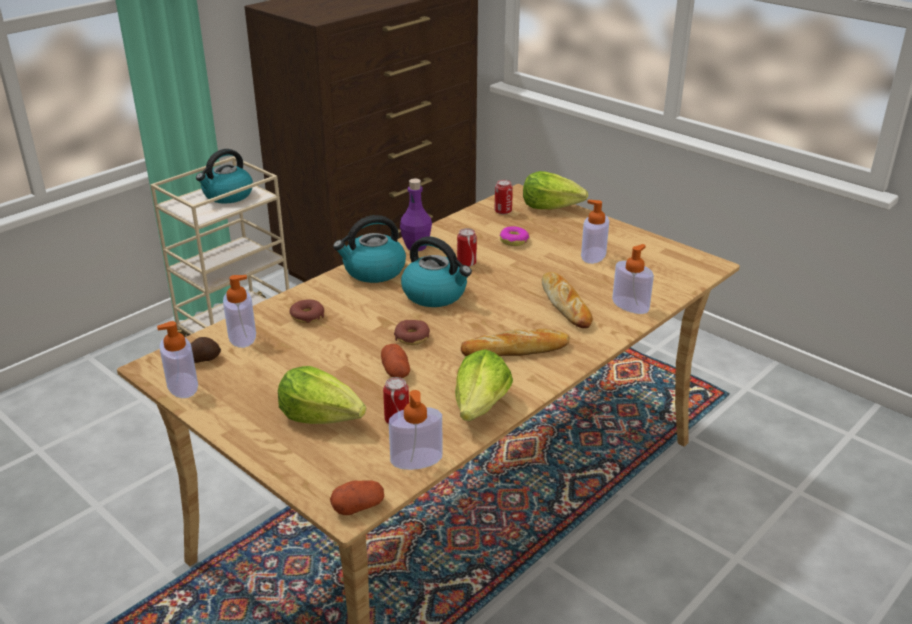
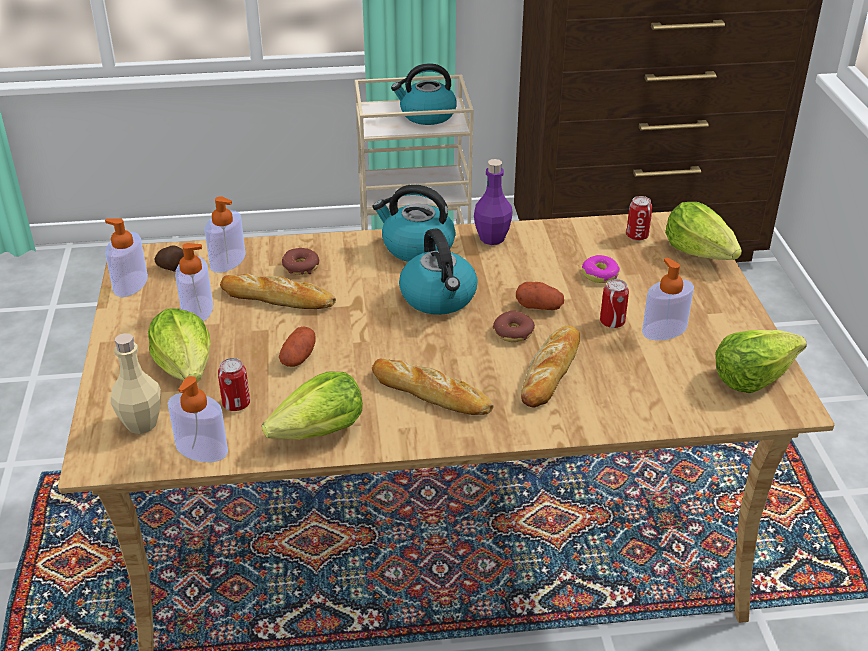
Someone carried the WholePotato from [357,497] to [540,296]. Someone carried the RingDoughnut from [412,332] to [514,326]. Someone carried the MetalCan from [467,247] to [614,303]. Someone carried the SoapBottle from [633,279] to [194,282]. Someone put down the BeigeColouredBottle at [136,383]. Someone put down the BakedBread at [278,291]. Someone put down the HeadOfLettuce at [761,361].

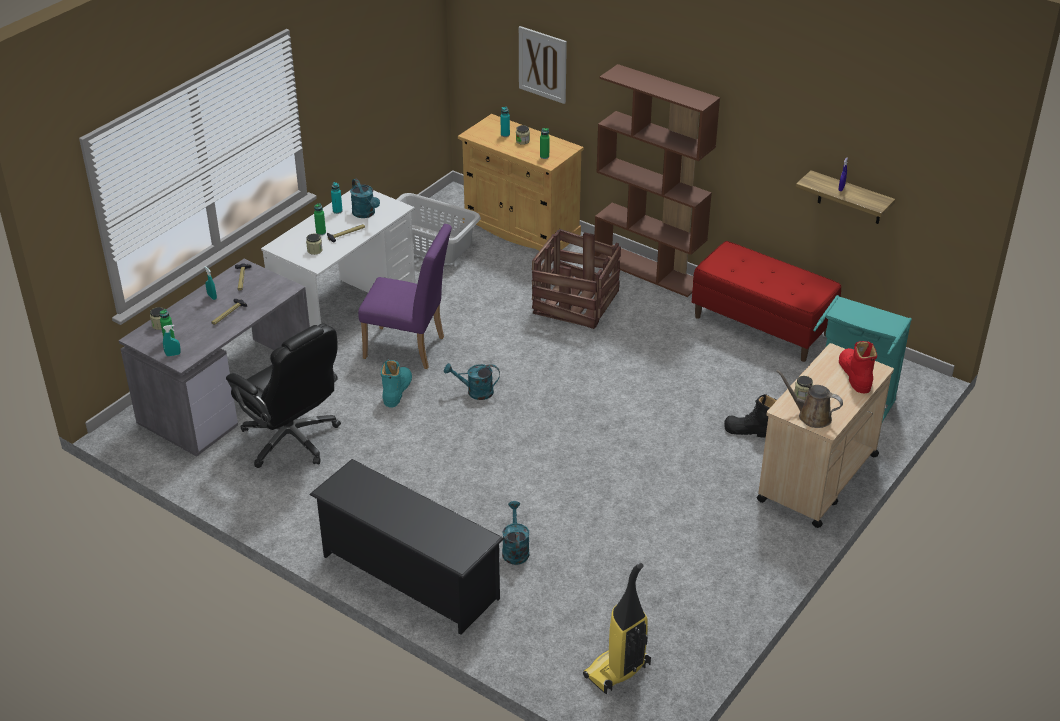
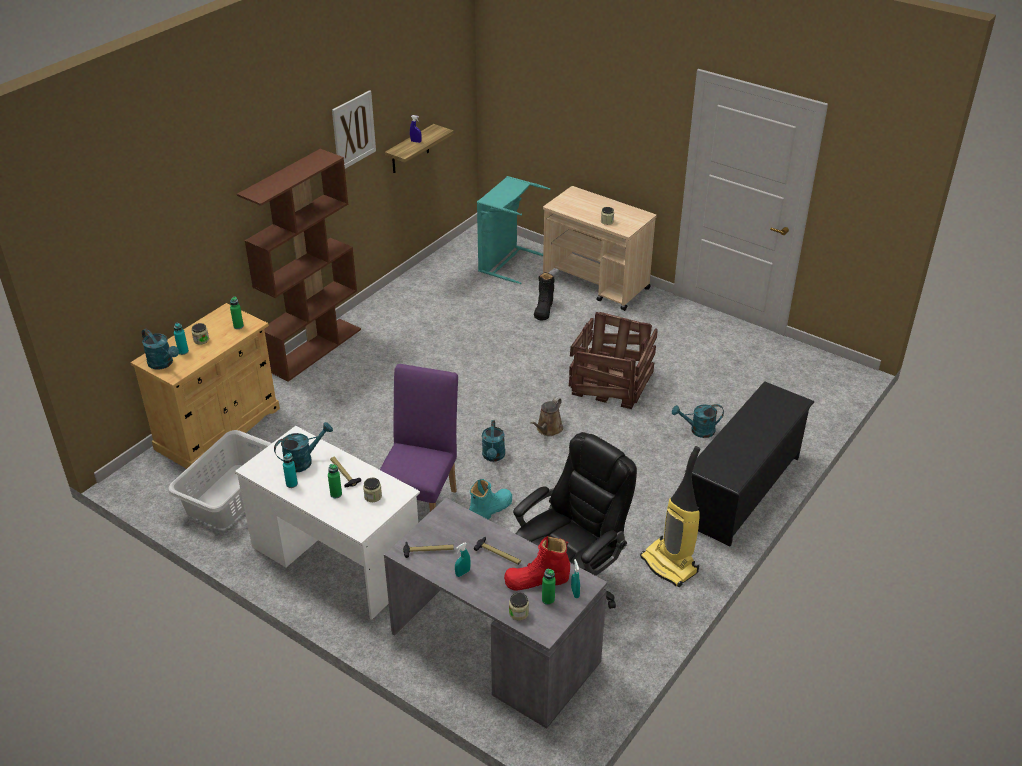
Someone rotated the BlueGreenTallBoot at [396,384] by 120 degrees clockwise. Someone carried the Picture from [543,65] to [354,129]. Someone carried the PackingCrate from [576,279] to [613,360]. Someone carried the Hoover from [617,628] to [670,516]. Someone took away the ReddishIndoorBench at [766,301]. Someone carried the BrownColouredWateringPot from [809,399] to [546,416]. Someone carried the ReddishTallBoot from [858,367] to [537,563]. Someone put down the BlueGreenWateringPot at [160,349].

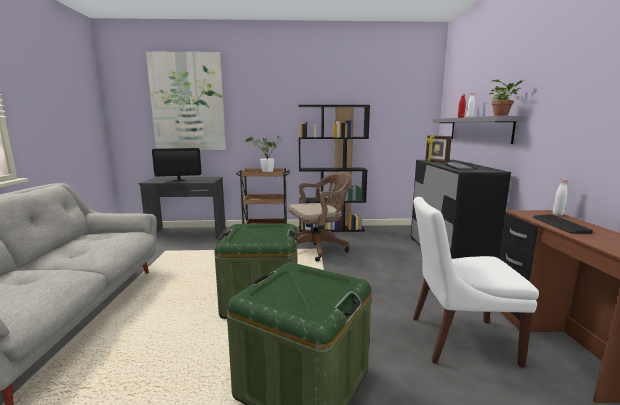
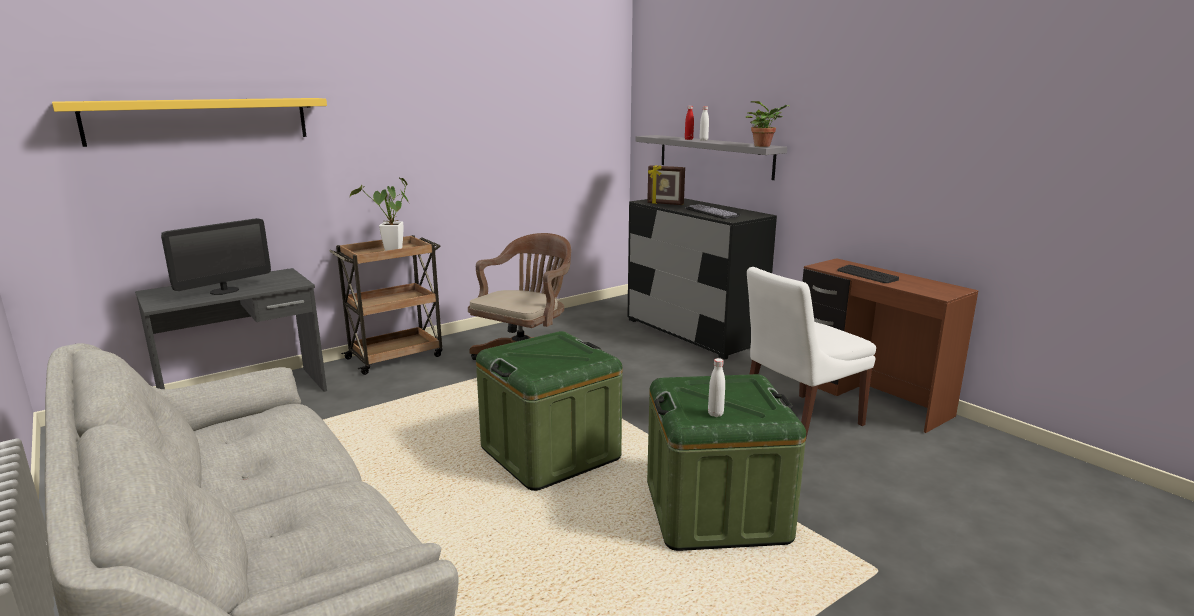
Someone swapped the Picture at [186,100] for the YellowishWallShelf at [189,122]. Someone took away the BlackishBookshelf at [334,168]. Someone carried the WhiteBottle from [560,197] to [716,387].

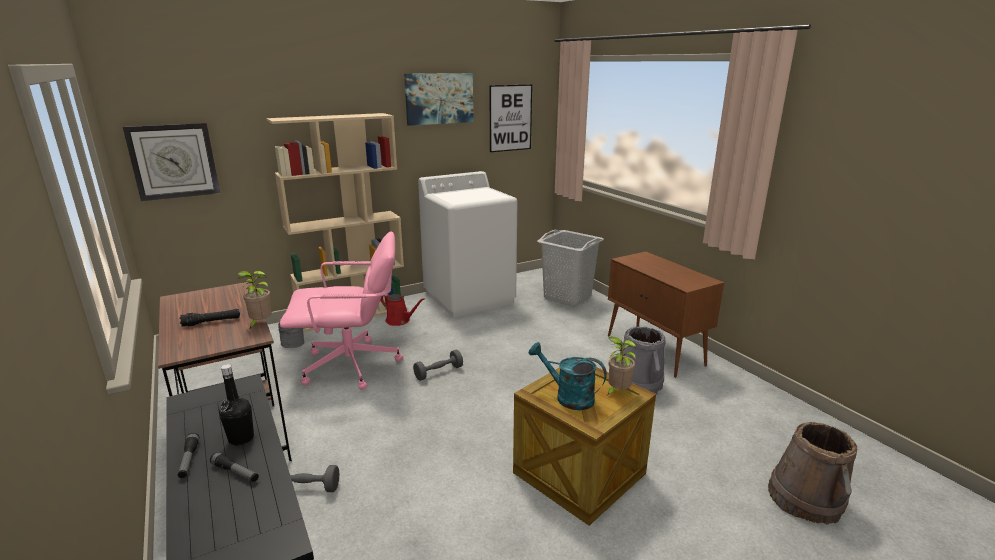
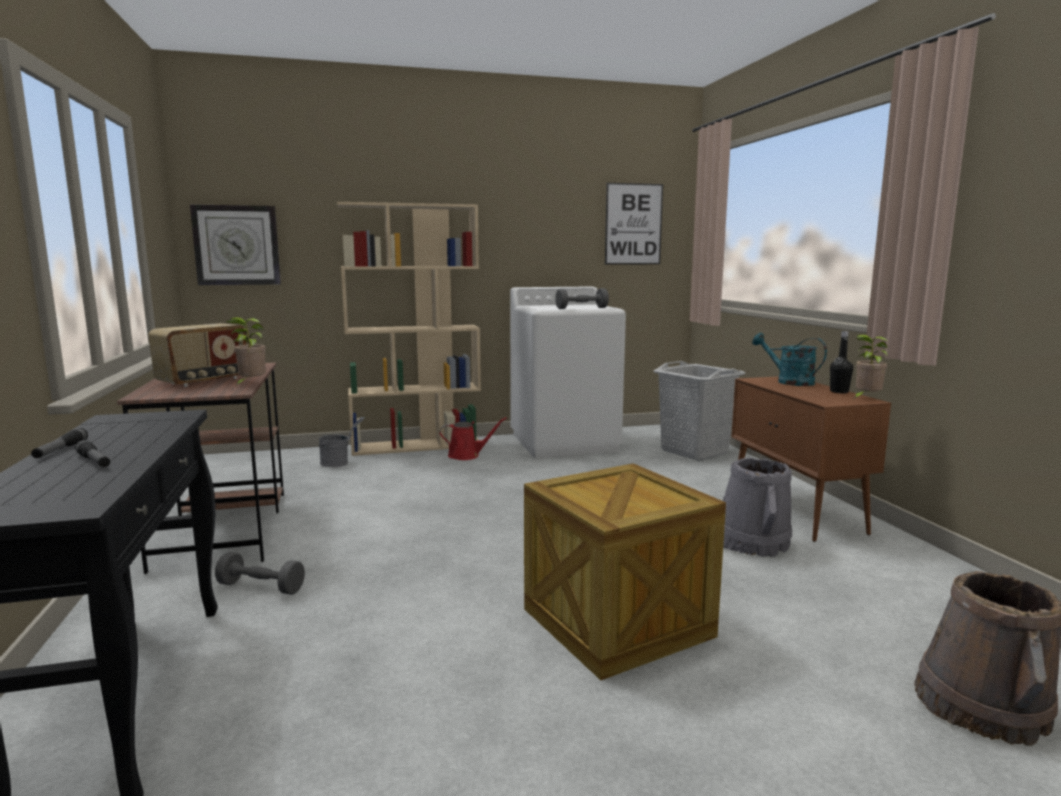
Someone swapped the BlackishTorch at [209,317] for the RadioSet at [197,355]. Someone carried the BlackishBottle from [236,404] to [841,362]. Someone took away the PinkColouredOfficeChair at [341,310]. Someone rotated the ReddishWateringPot at [402,310] by 45 degrees counterclockwise. Someone took away the Picture at [439,99]. Someone carried the GreyFreeWeight from [438,365] to [582,298]. Someone carried the BlueGreenWateringPot from [568,376] to [789,359]. Someone carried the Houseplant from [621,366] to [871,367].

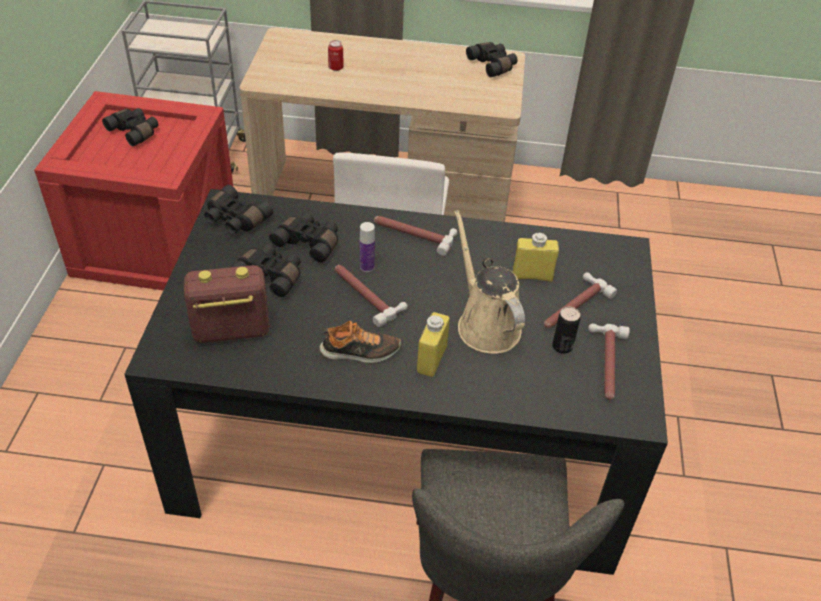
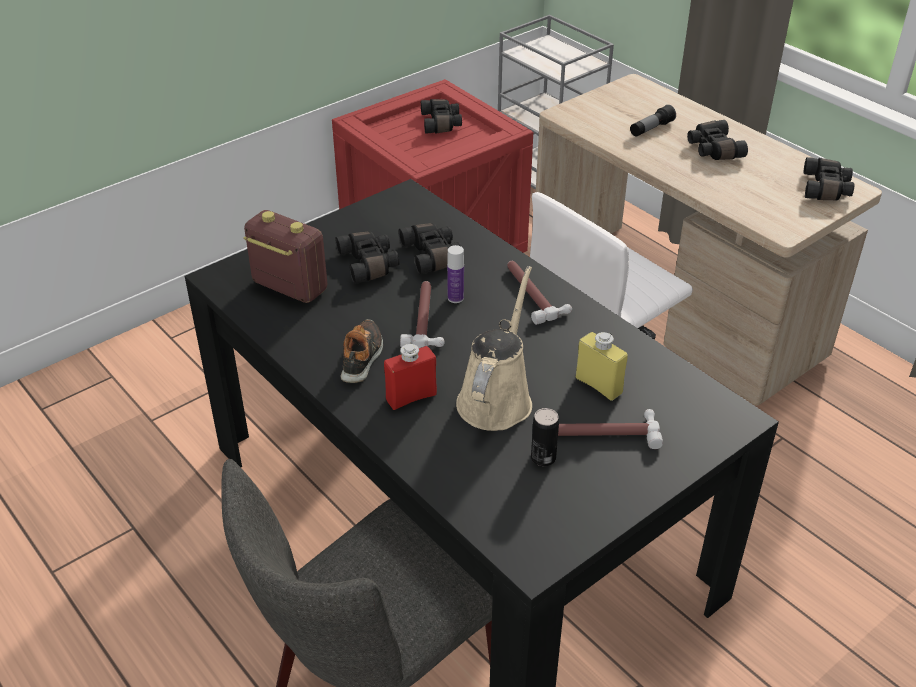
Someone carried the BlackishFieldGlasses from [238,209] to [717,140]. Someone rotated the ItemOfFootwear at [360,342] by 120 degrees counterclockwise. Someone swapped the MetalCan at [336,55] for the Torch at [653,121]. Someone repainted the YellowishBottle at [433,344], which became the ReddishBottle at [410,377]. Someone took away the Hammer at [609,362].

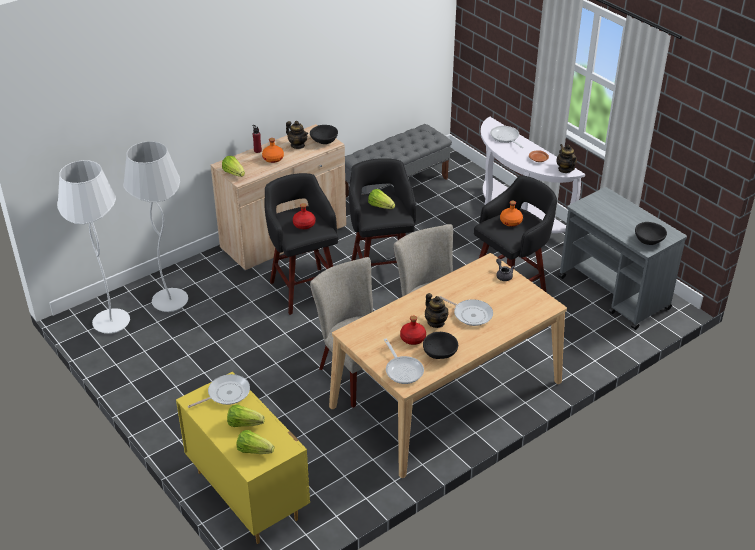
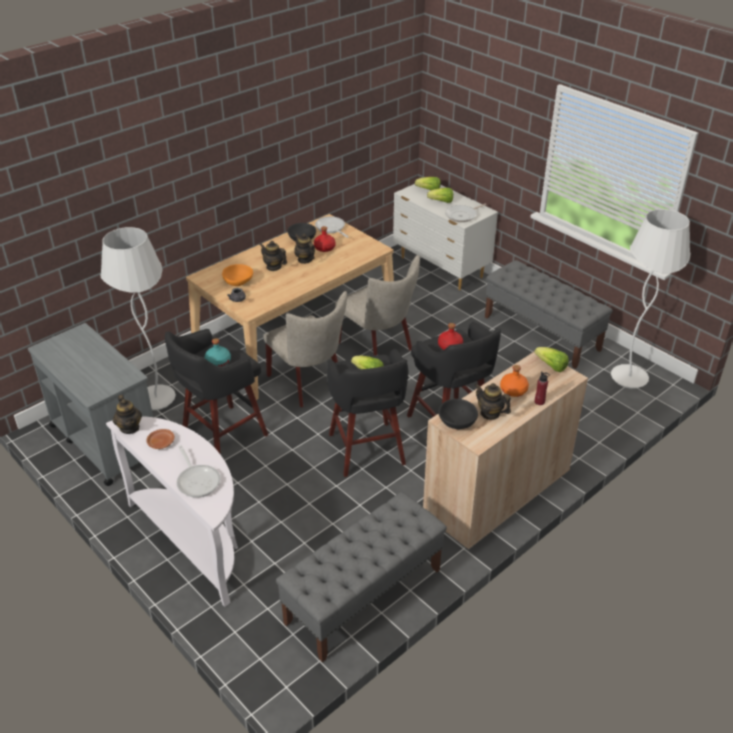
Someone carried the WhiteStandardLamp from [155,226] to [138,318]. Someone repainted the YellowishDresser at [243,458], which became the WhiteDresser at [445,237]. Someone swapped the FryingPan at [466,311] for the PotForTea at [273,256]. Someone repainted the OrangeyBottle at [511,214], which became the BlueGreenBottle at [217,352]. Someone took away the BlackishServingBowl at [651,233]. Someone put down the OrangeyServingBowl at [237,275]. Someone put down the GreyIndoorBench at [549,314].

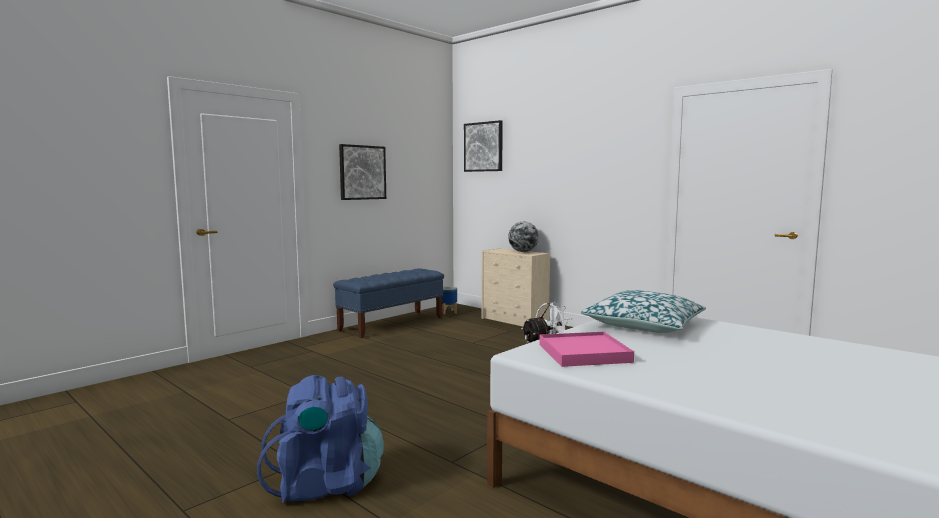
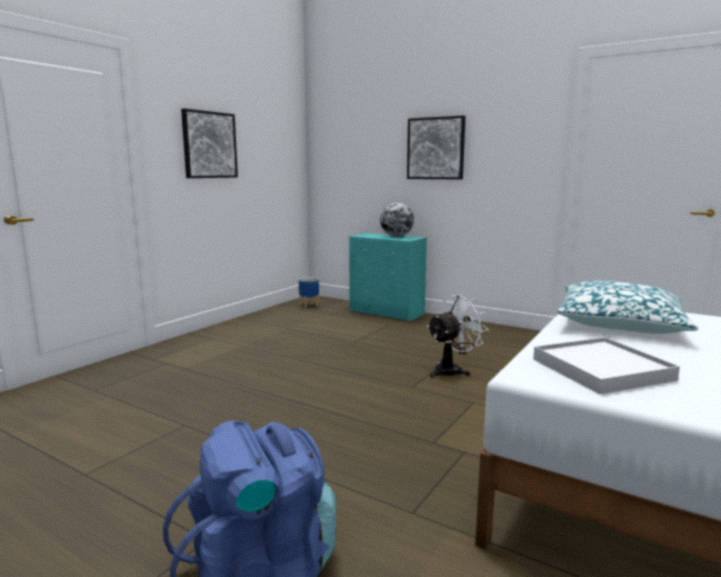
Someone took away the BluishIndoorBench at [388,303]. Someone carried the Picture from [483,146] to [436,147]. Someone repainted the BeigeColouredDresser at [515,287], which became the BlueGreenDresser at [388,277]. Someone repainted the PinkColouredCarryingTray at [586,349], which became the WhiteCarryingTray at [606,365].

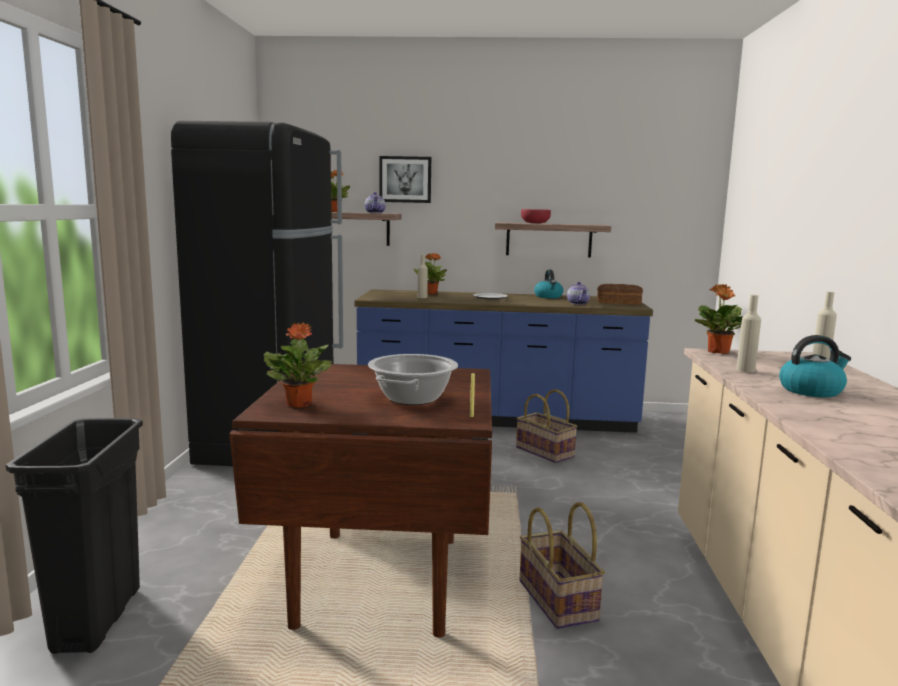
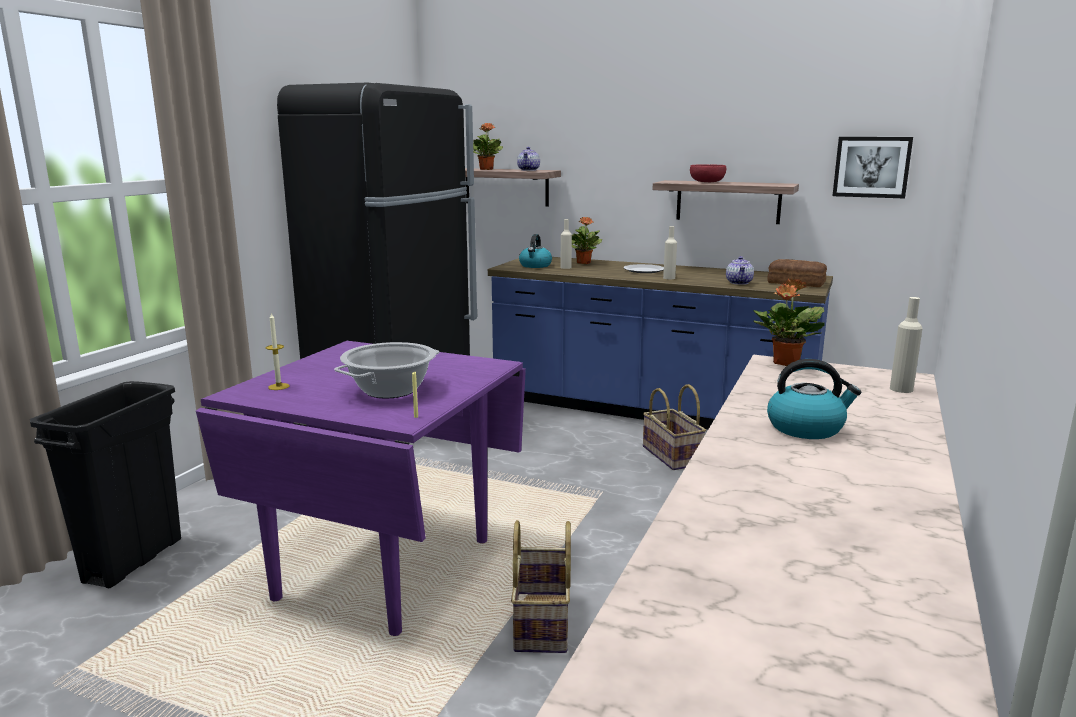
Someone repainted the BrownColouredDiningTable at [360,500], which became the PurpleColouredDiningTable at [361,488]. Someone swapped the Houseplant at [298,365] for the WaxCandle at [278,351]. Someone carried the Picture from [405,179] to [872,167]. Someone carried the WaterKettle from [548,283] to [535,251]. Someone carried the BeigeColouredBottle from [748,334] to [670,252].

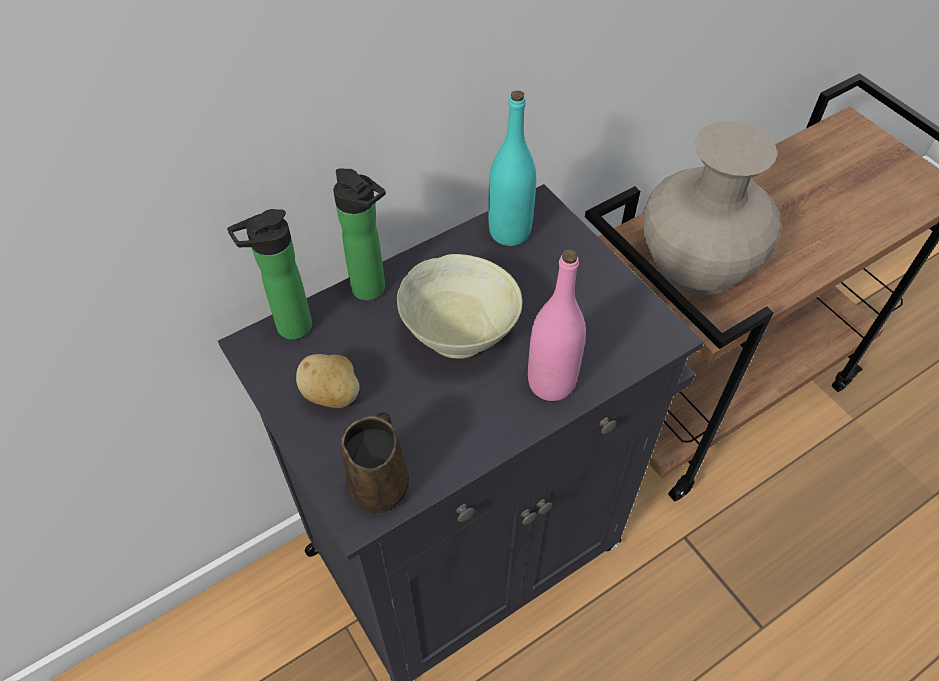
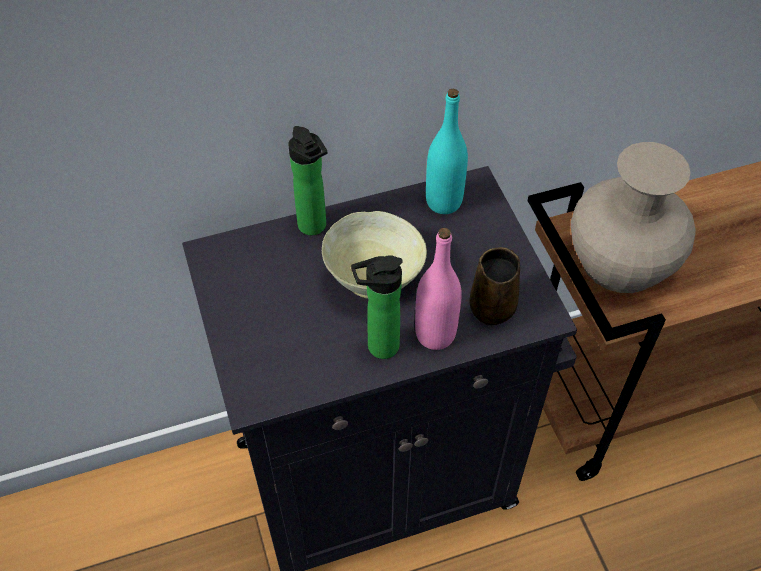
Someone carried the Bottle from [269,274] to [377,307]. Someone took away the WholePotato at [328,381]. Someone carried the BrownColouredMug from [375,463] to [494,286].

